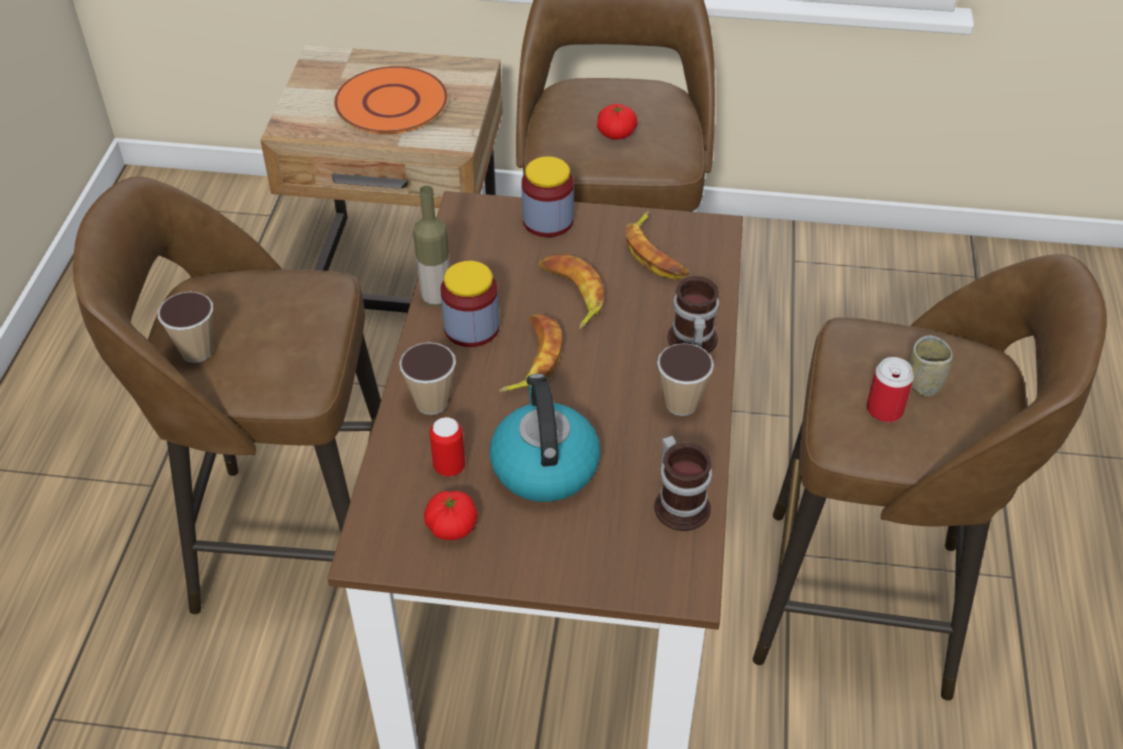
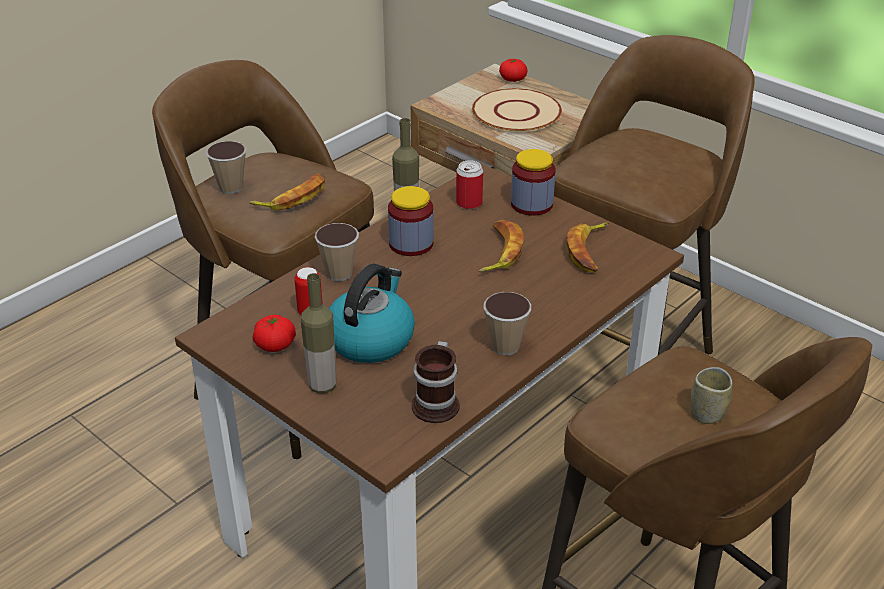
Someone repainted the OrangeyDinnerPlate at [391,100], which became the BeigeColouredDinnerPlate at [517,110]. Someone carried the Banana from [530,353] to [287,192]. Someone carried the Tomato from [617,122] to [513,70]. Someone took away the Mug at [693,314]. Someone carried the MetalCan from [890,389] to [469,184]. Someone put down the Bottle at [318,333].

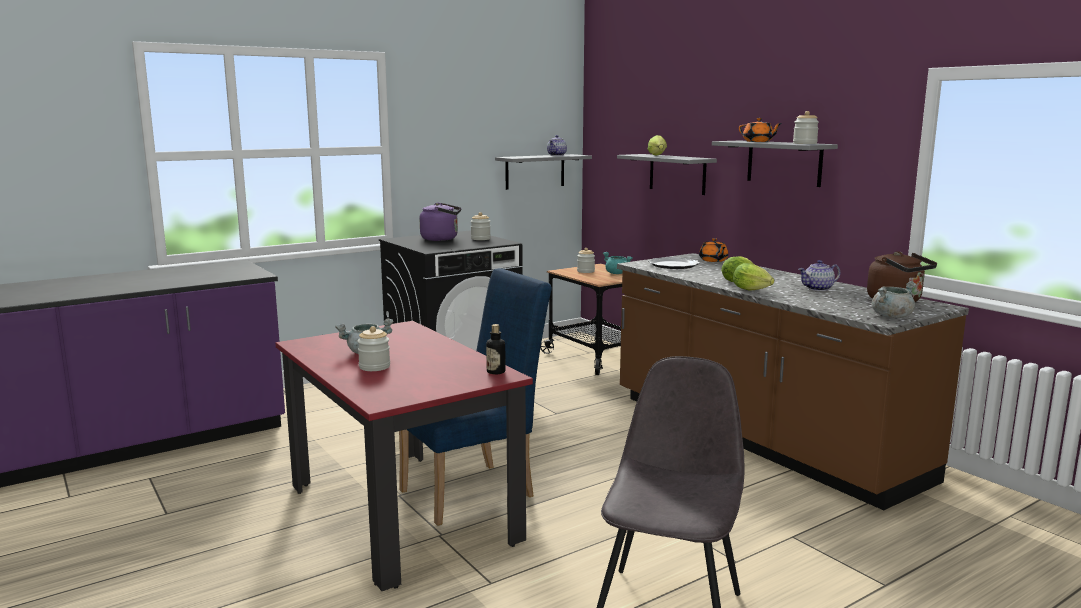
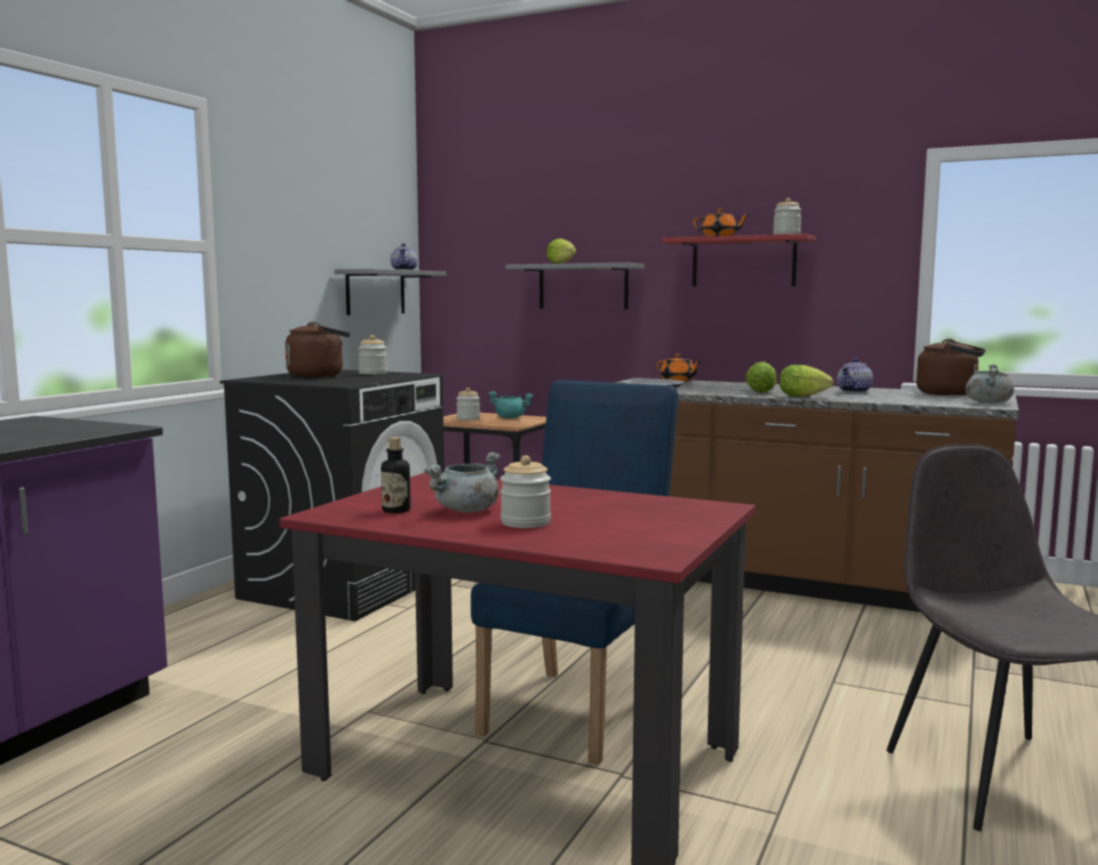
Someone repainted the PurpleColouredWaterKettle at [440,221], which became the BrownColouredWaterKettle at [317,350]. Someone carried the Bottle from [496,349] to [396,475]. Someone repainted the GreyWallShelf at [775,164], which became the ReddishWallShelf at [739,260].

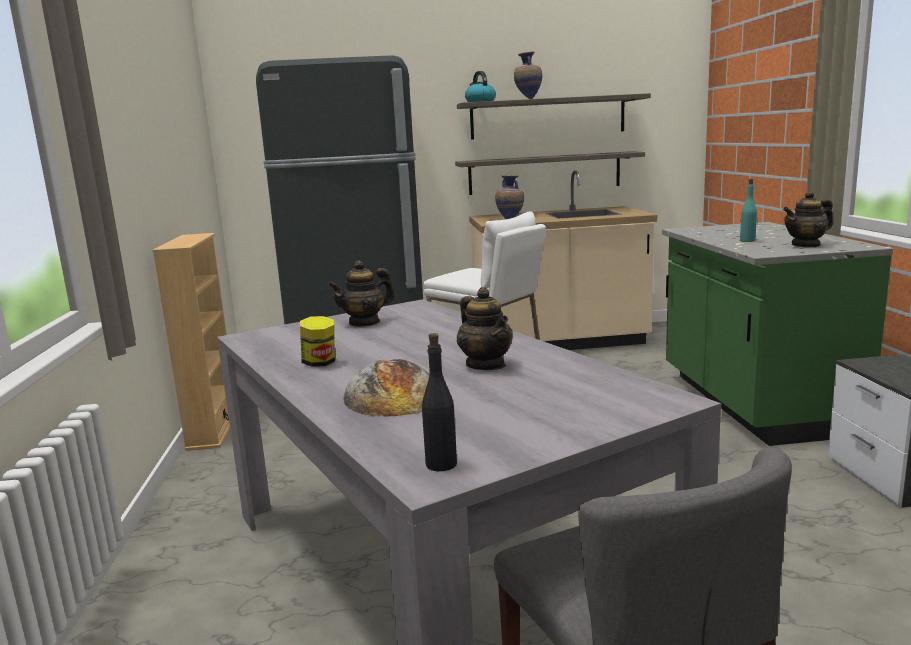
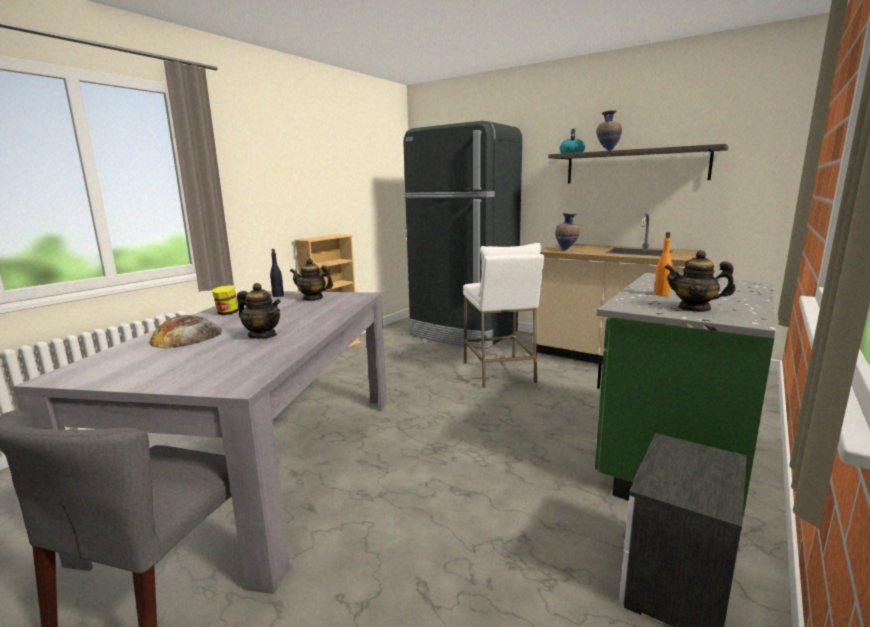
Someone carried the BlackishBottle from [439,402] to [277,273]. Someone took away the WallShelf at [550,173]. Someone rotated the PotForTea at [485,328] by 75 degrees counterclockwise. Someone repainted the BlueGreenBottle at [748,210], which became the OrangeyBottle at [663,264].

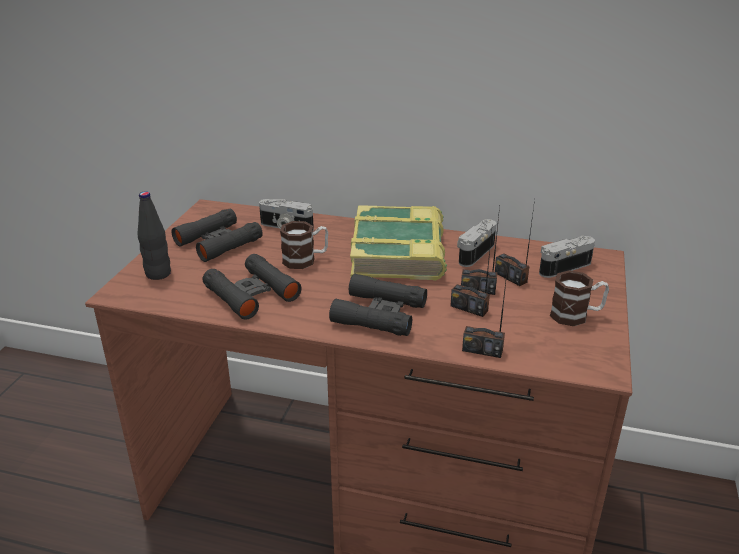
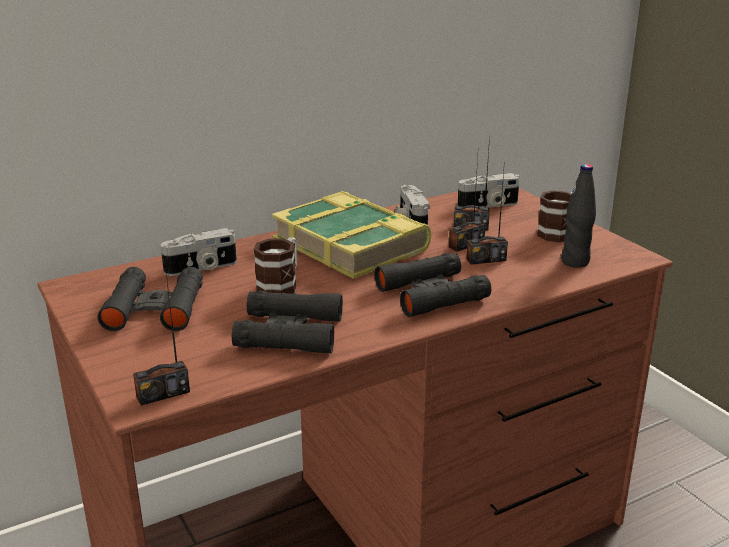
Someone carried the BlackishBottle from [154,235] to [578,216]. Someone carried the RadioSet from [485,311] to [161,336]. Someone rotated the StillCamera at [567,257] by 120 degrees counterclockwise.

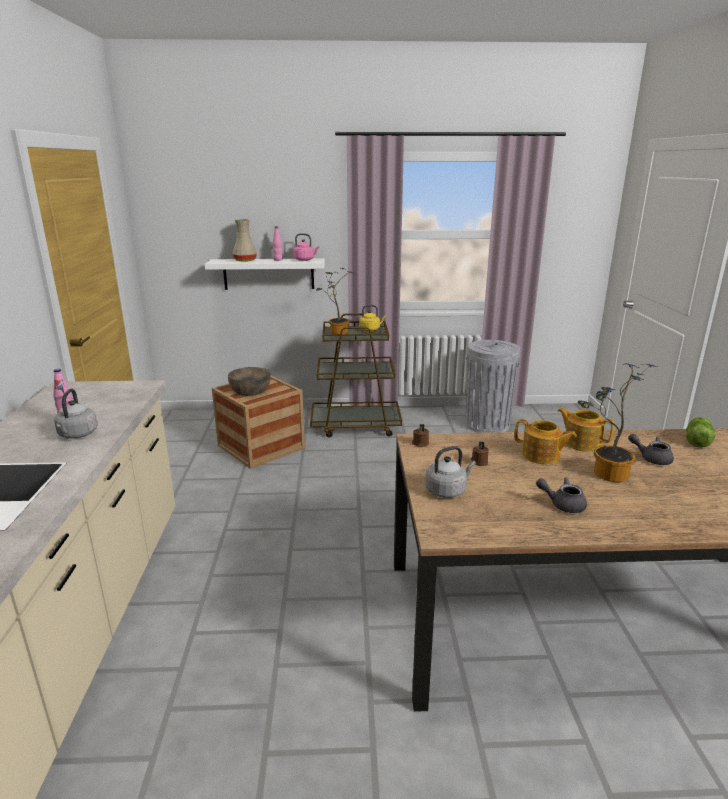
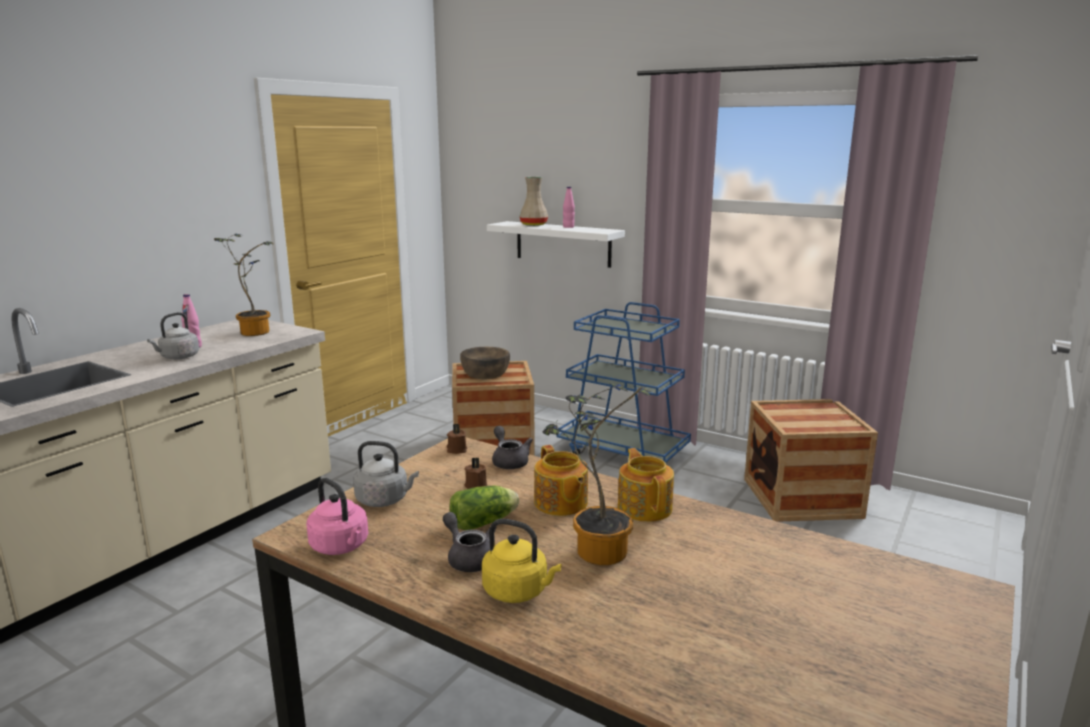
Someone carried the PinkColouredWaterKettle from [306,247] to [337,516]. Someone repainted the BrownColouredTrolley at [356,375], which became the BluishTrolley at [624,382]. Someone carried the Houseplant from [334,301] to [243,285]. Someone carried the YellowishWaterKettle from [372,318] to [521,561]. Someone swapped the GreyRubbishBin at [493,386] for the PackingCrate at [811,460]. Someone carried the GreyPotForTea from [651,449] to [512,447]. Someone carried the HeadOfLettuce from [700,432] to [484,507].

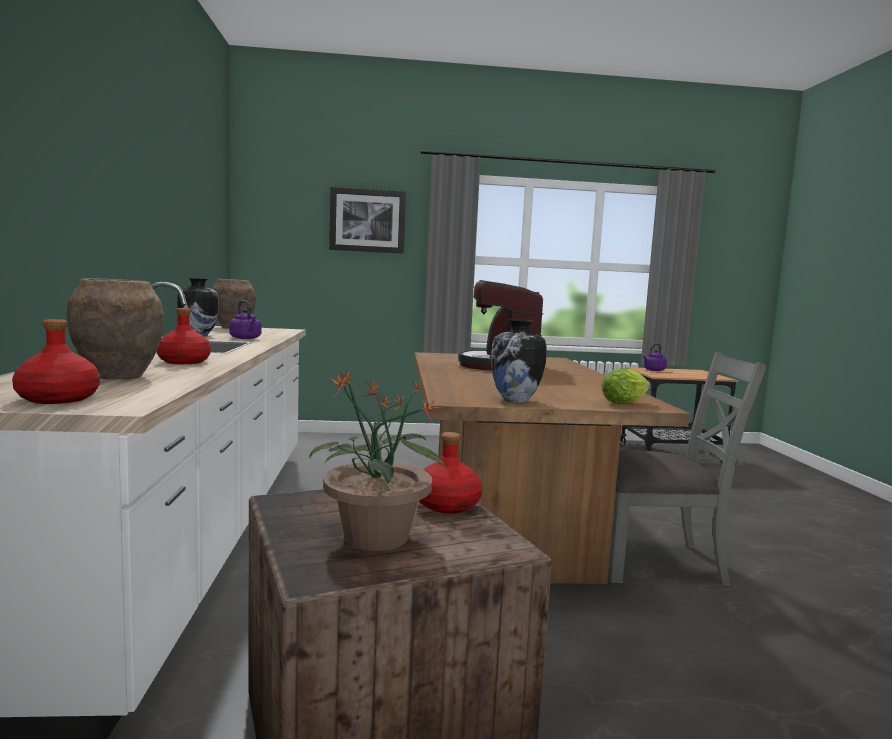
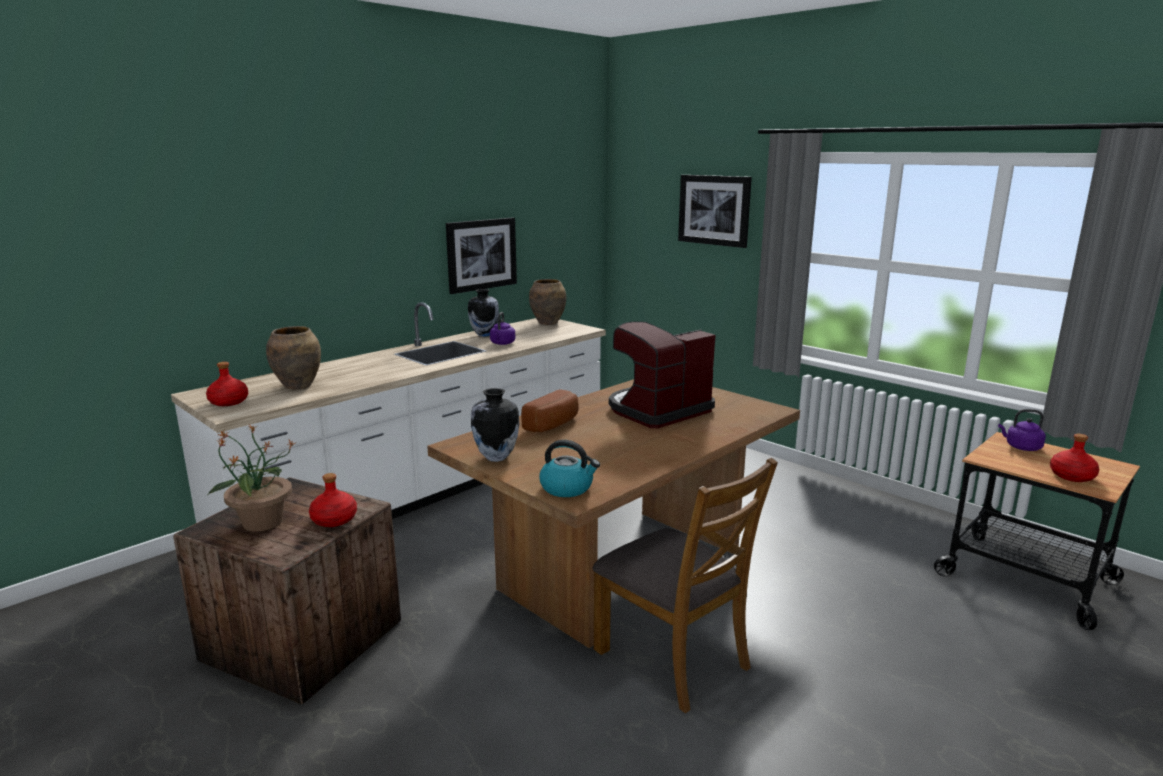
Someone carried the ReddishBottle from [184,336] to [1074,458]. Someone swapped the HeadOfLettuce at [625,386] for the WaterKettle at [569,468]. Someone repainted the GreyChair at [687,469], which became the BrownColouredChair at [685,585]. Someone put up the Picture at [481,255]. Someone put down the BakedBread at [550,410].

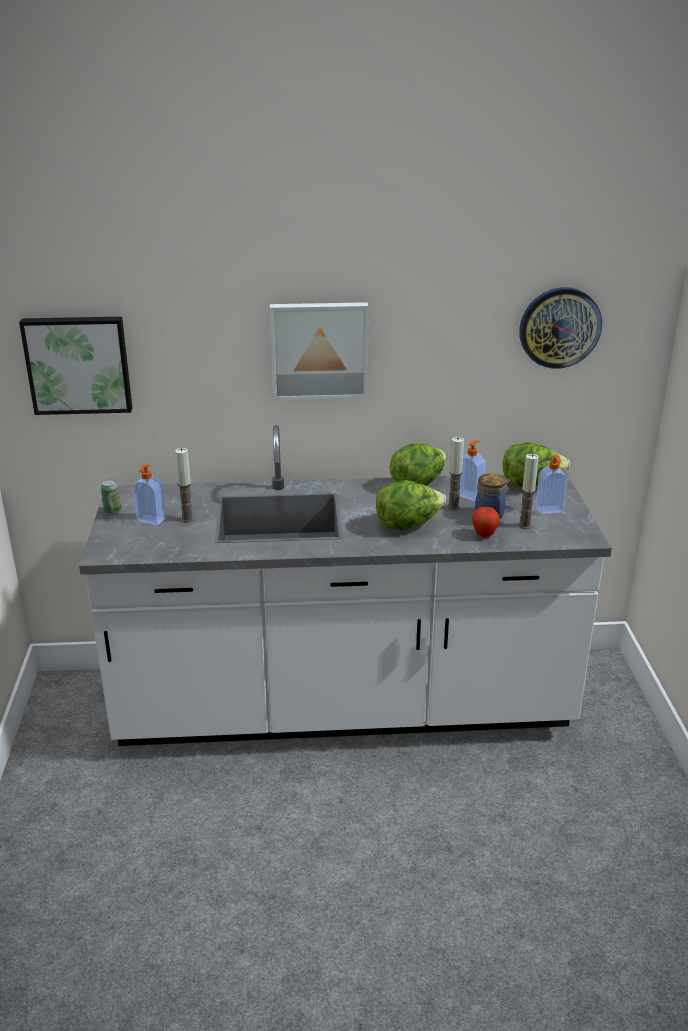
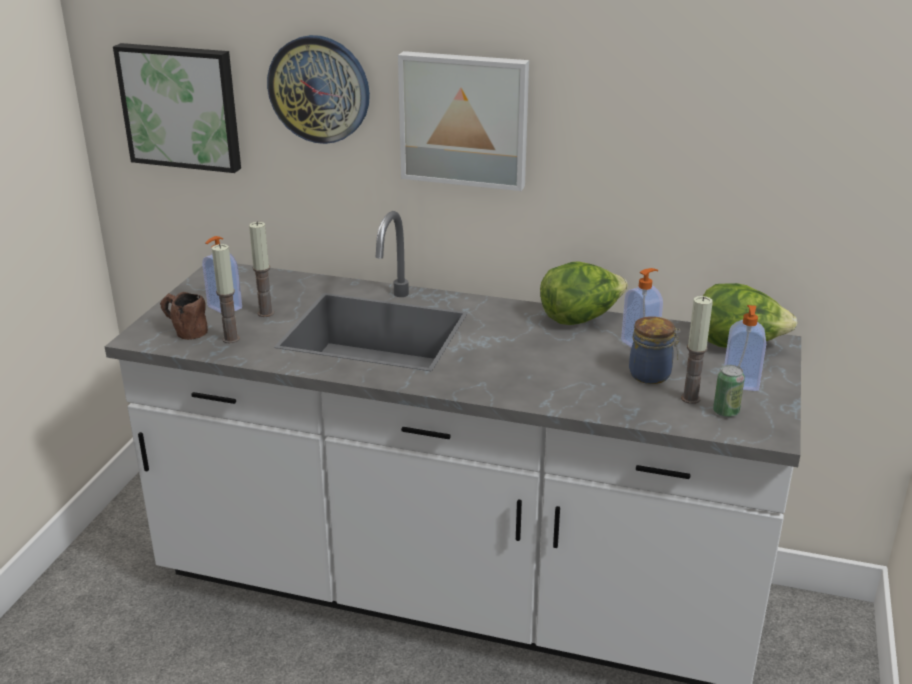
Someone carried the MetalCan from [111,496] to [729,391]. Someone took away the HeadOfLettuce at [411,505]. Someone carried the WaxCandle from [455,473] to [226,294]. Someone took away the WholeApple at [486,522]. Someone carried the ClockOnTheWall from [560,328] to [318,89]. Someone put down the BrownColouredMug at [184,316].

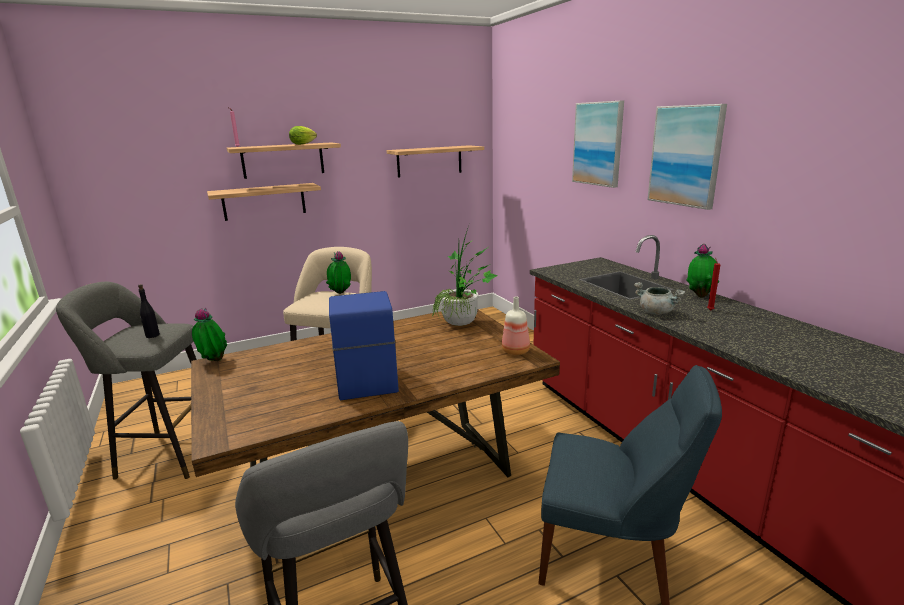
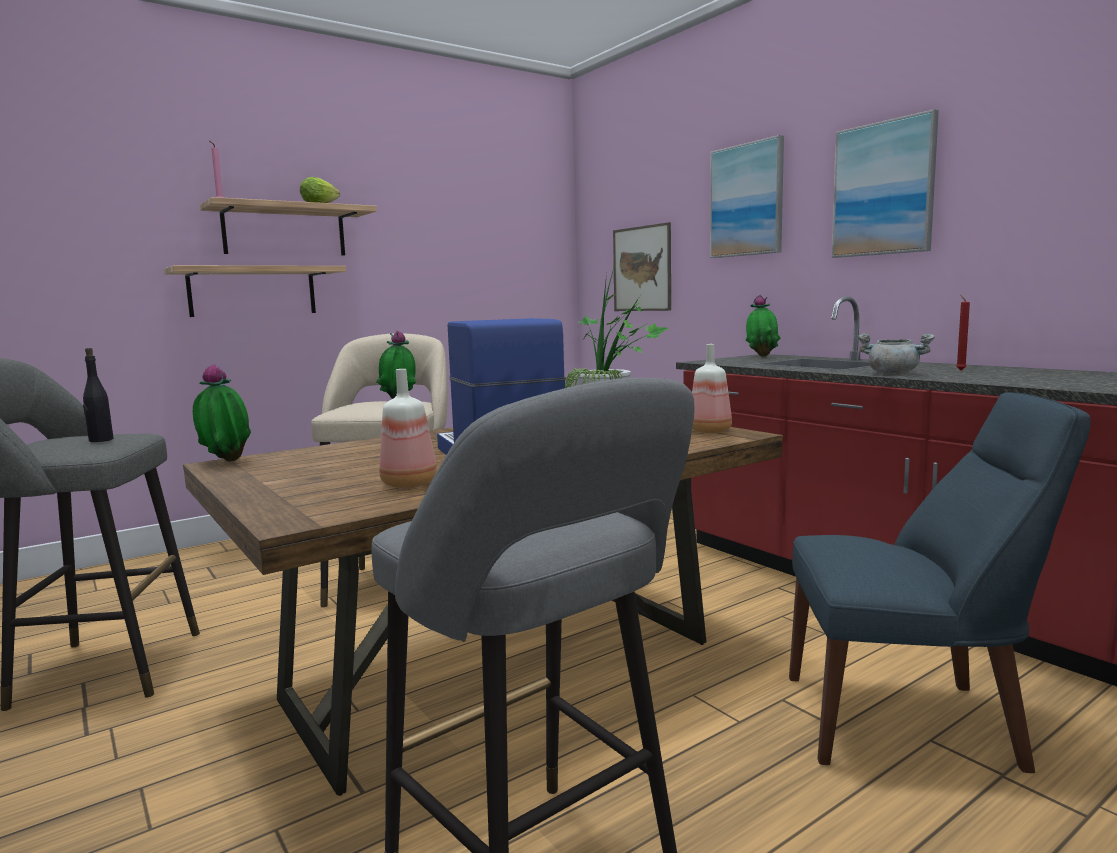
Someone took away the WallShelf at [435,161]. Someone carried the Houseplant from [702,270] to [763,326]. Someone put down the Bottle at [408,428]. Someone put up the Picture at [642,266].

